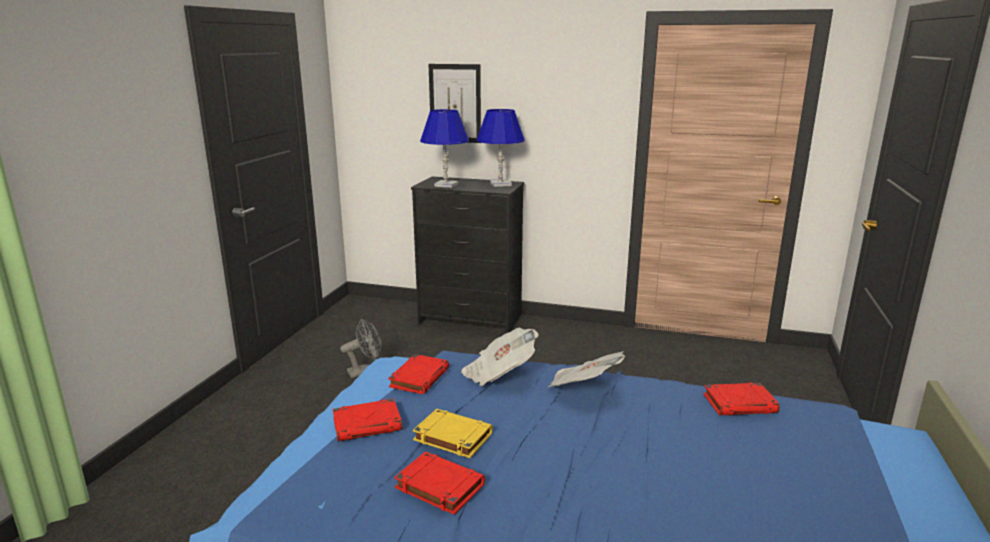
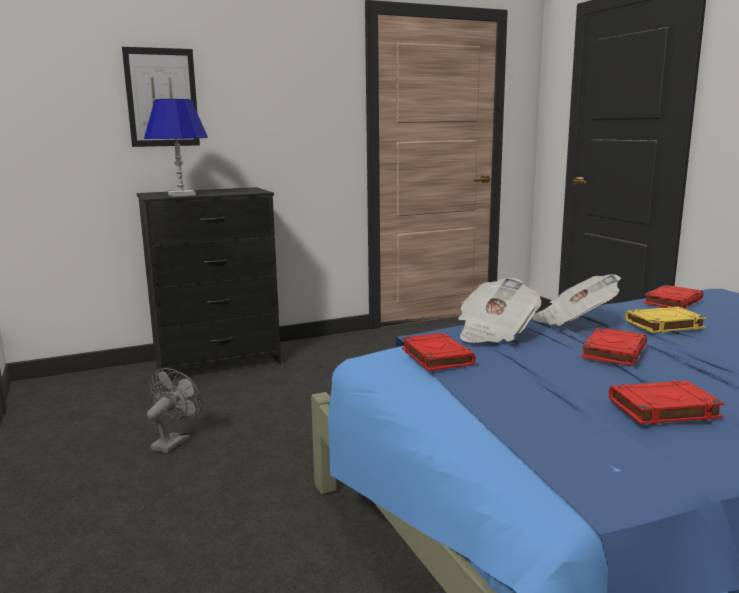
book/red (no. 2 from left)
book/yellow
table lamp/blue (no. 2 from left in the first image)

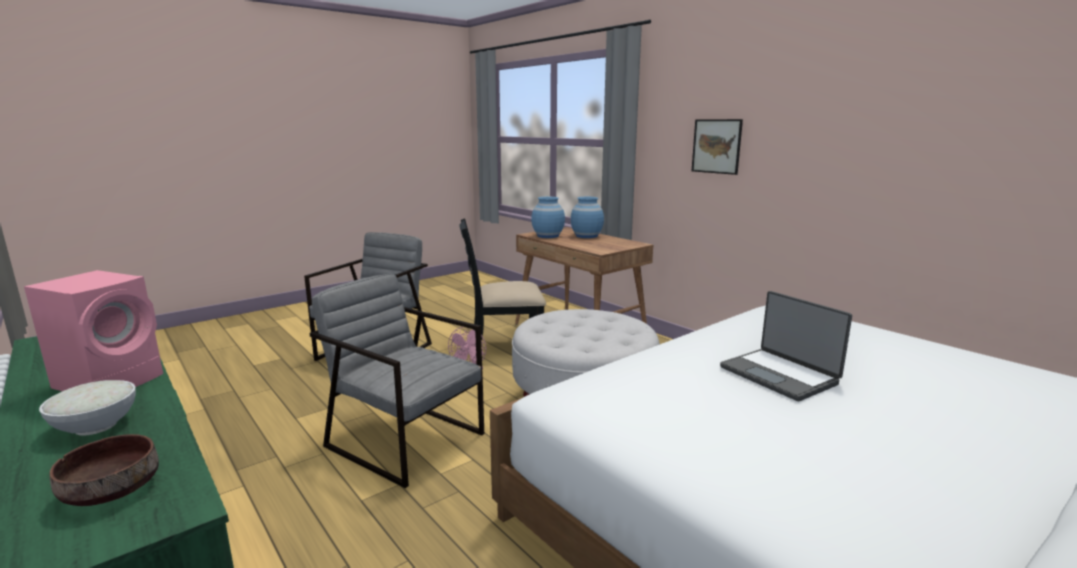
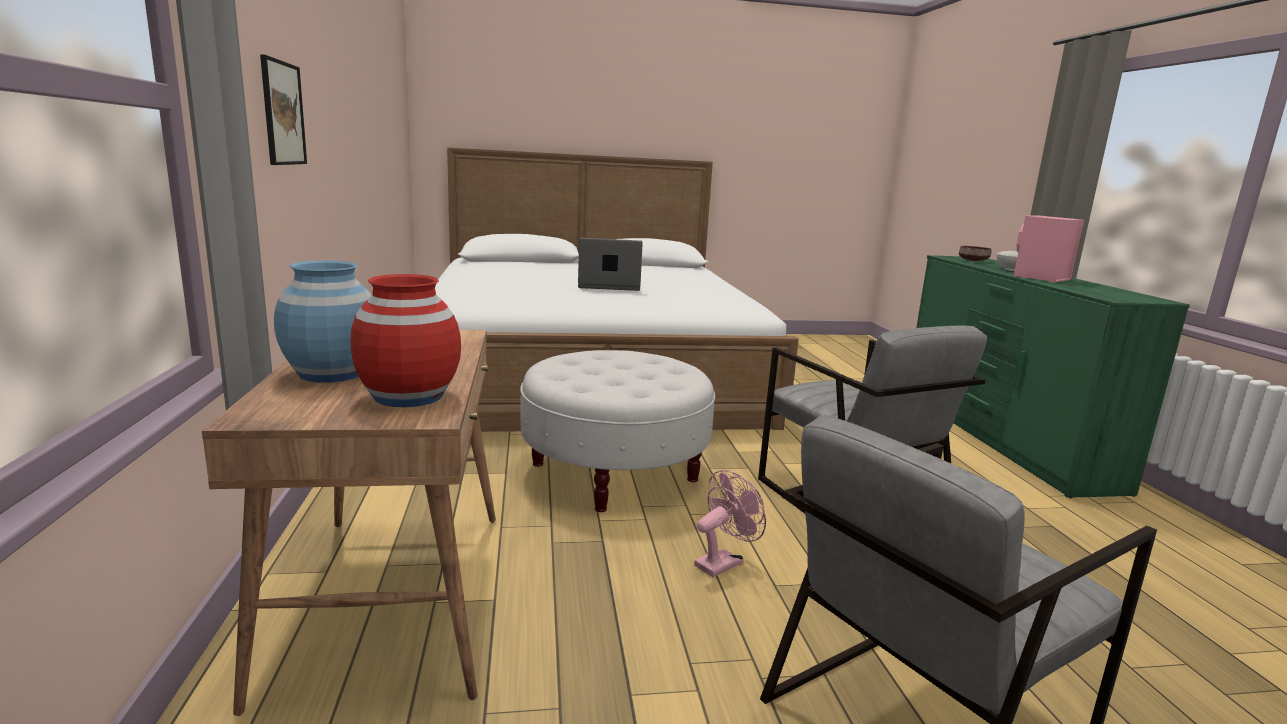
vase/red
laptop
chair/black

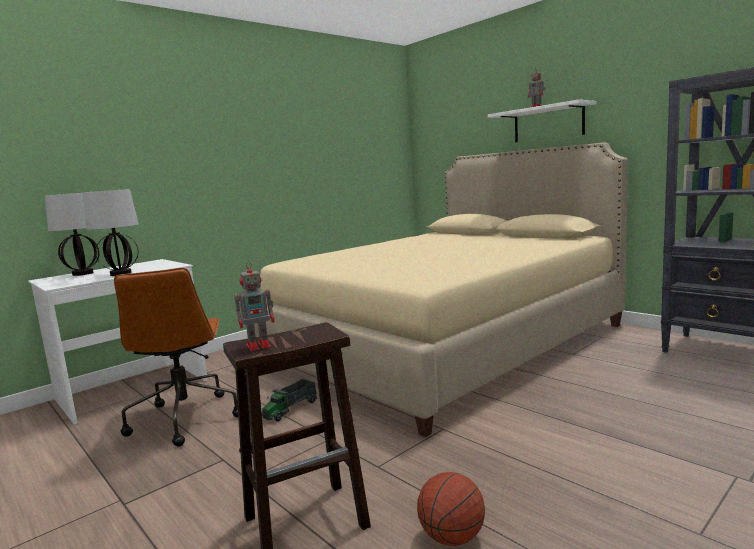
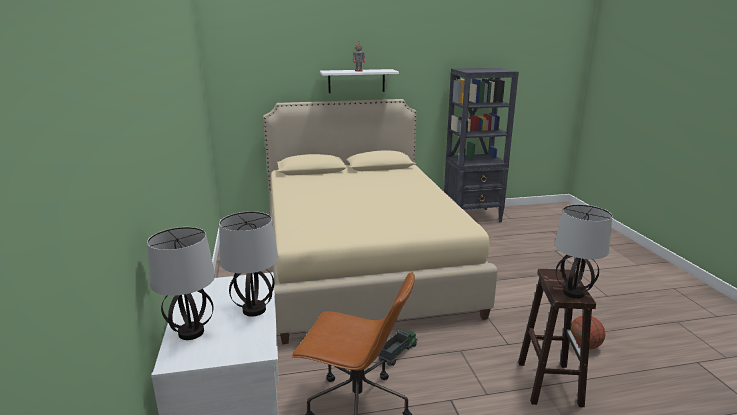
toy truck
table lamp (no. 3 from left)

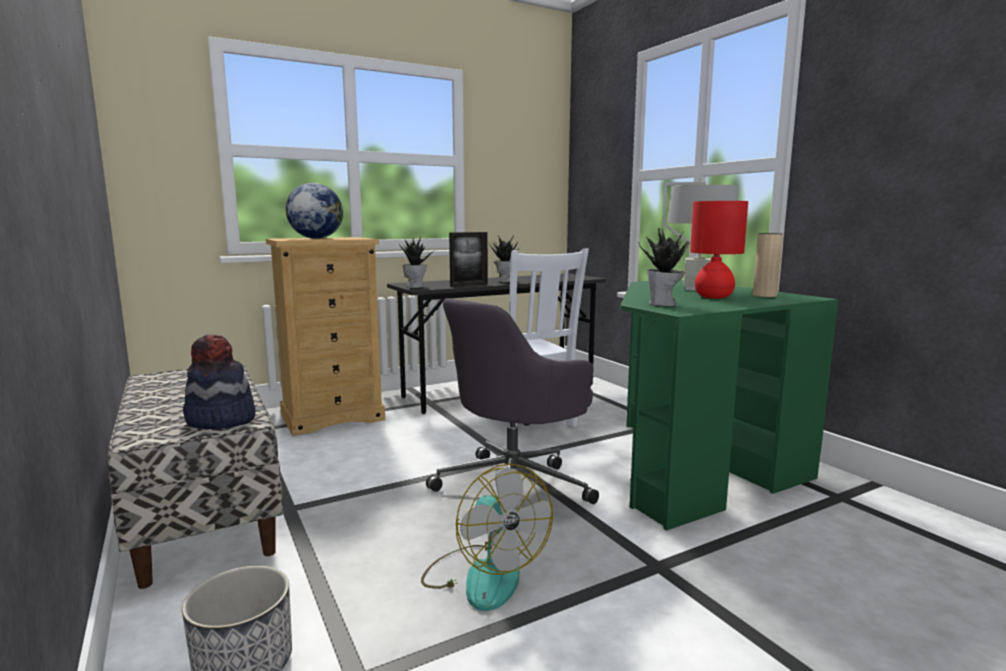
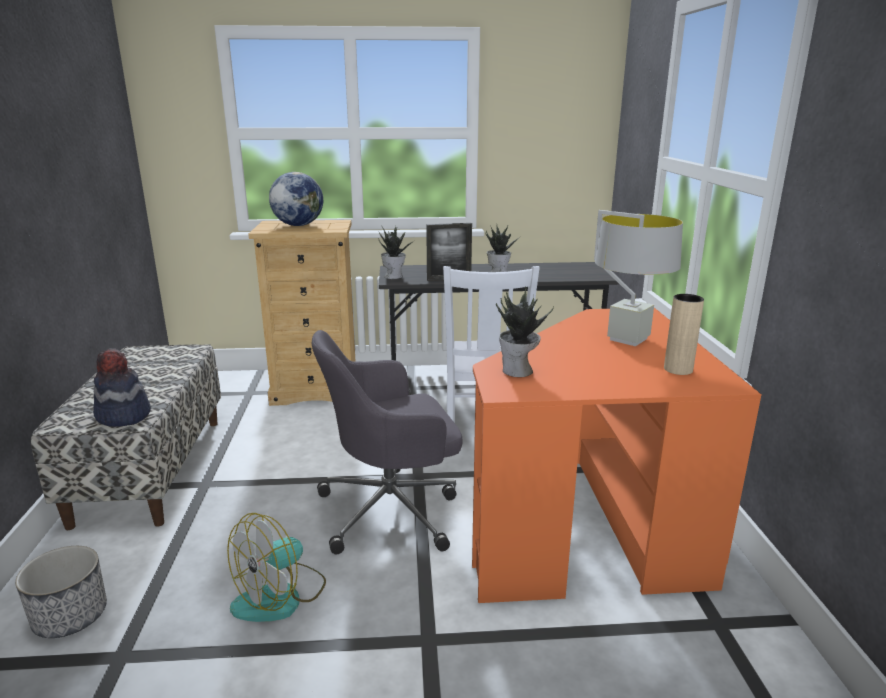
fan
desk/orange
table lamp/red

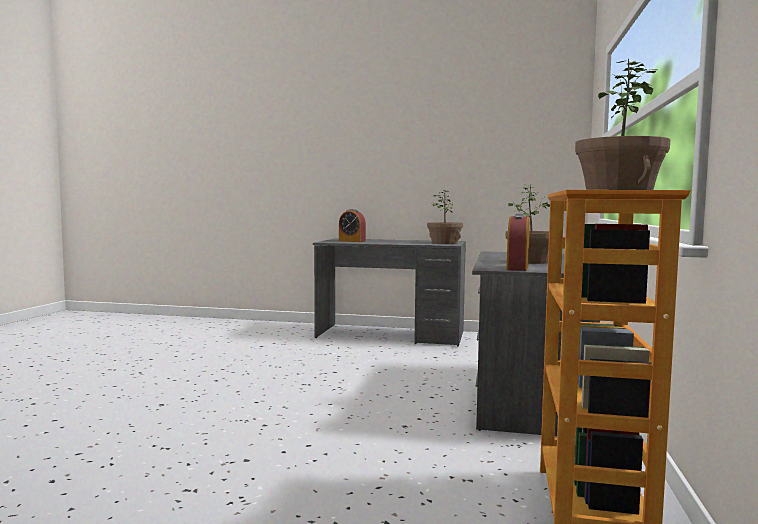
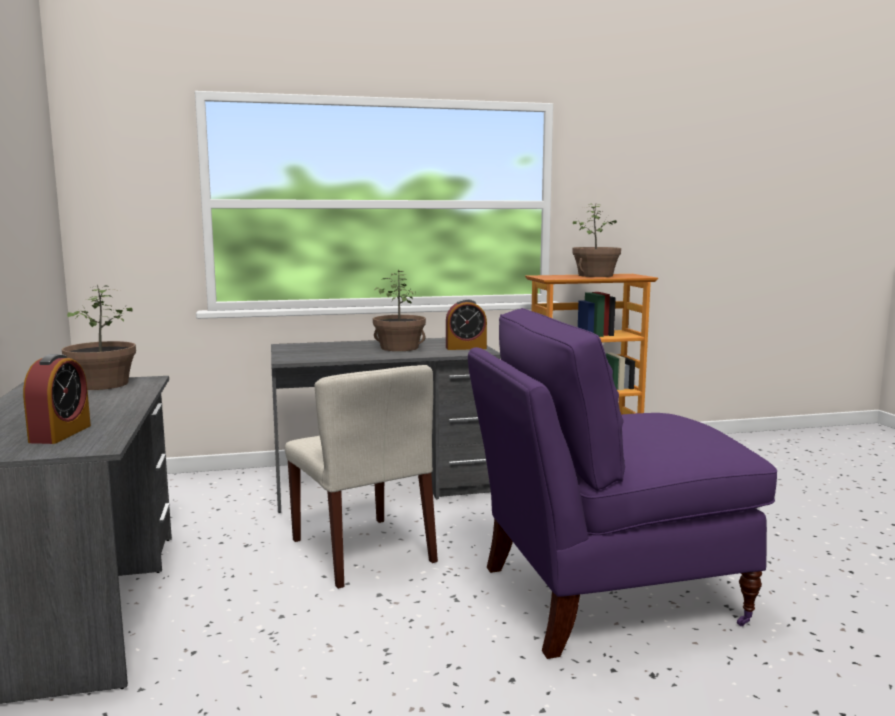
chair/beige
chair/purple

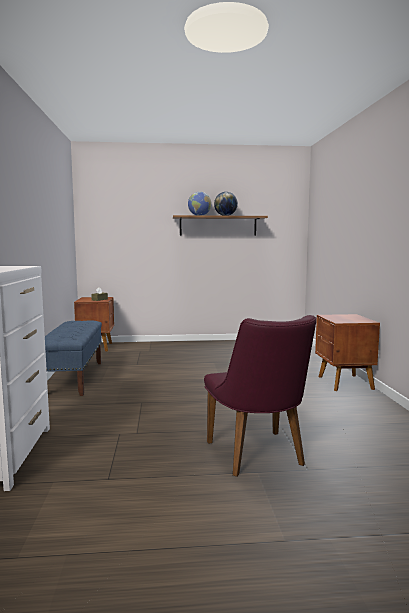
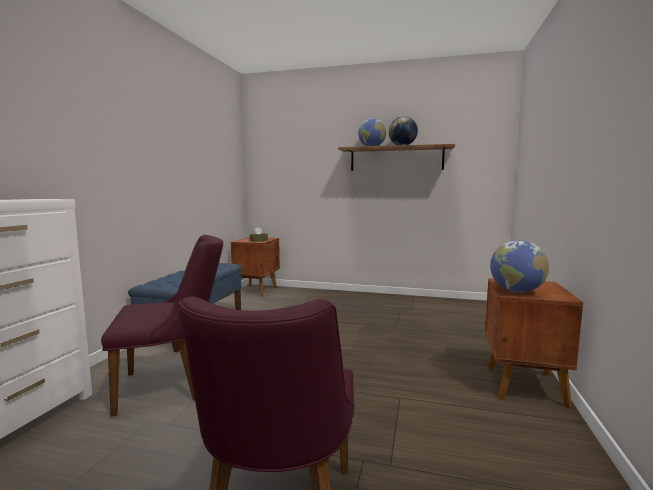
chair/purple (no. 1 from left)
globe (no. 3 from left)

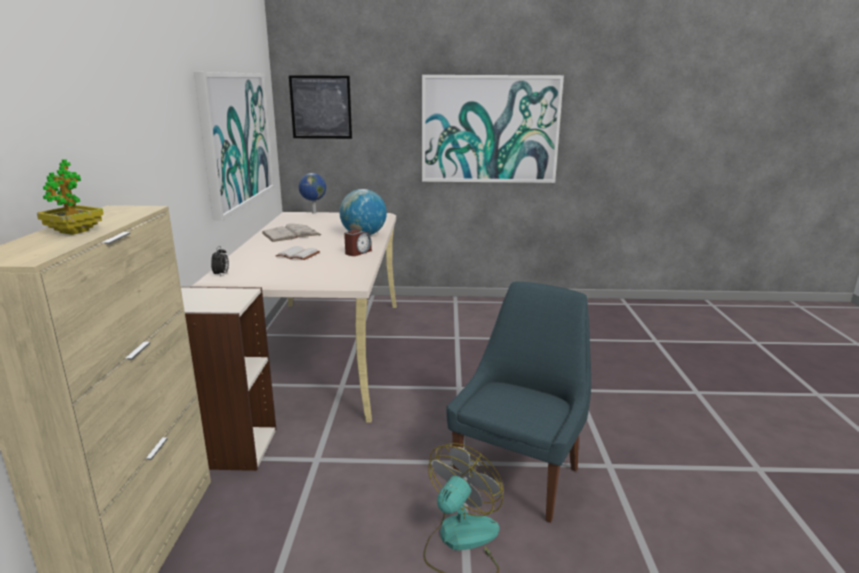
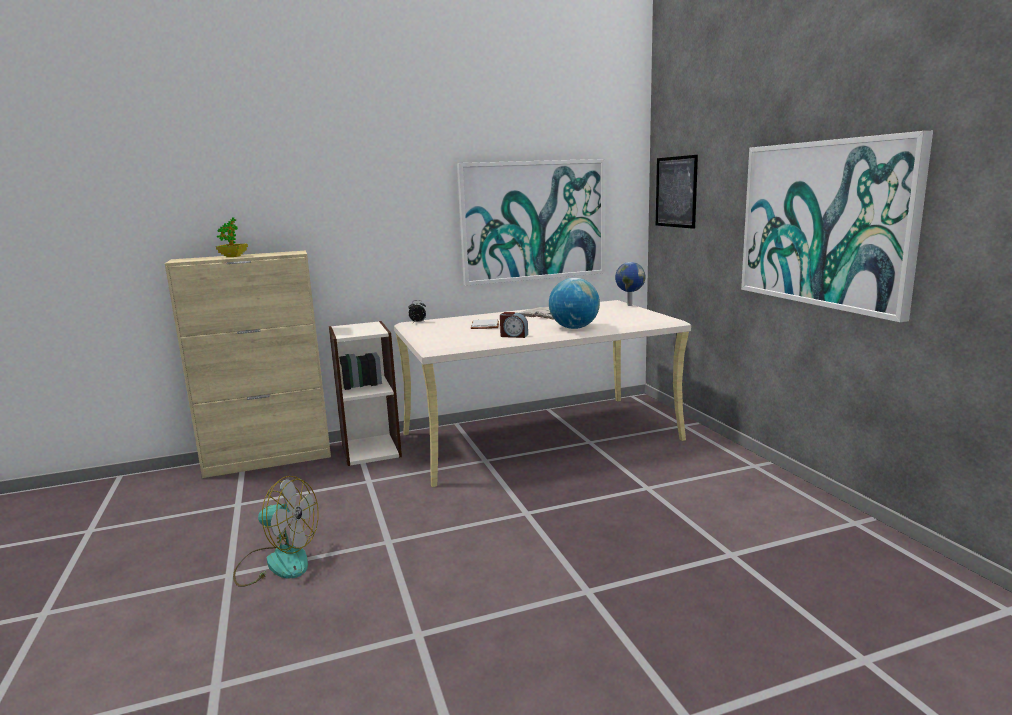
chair/blue

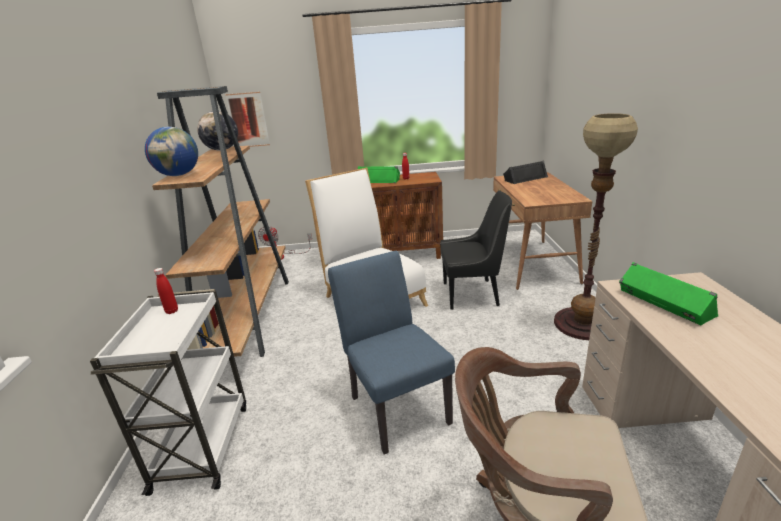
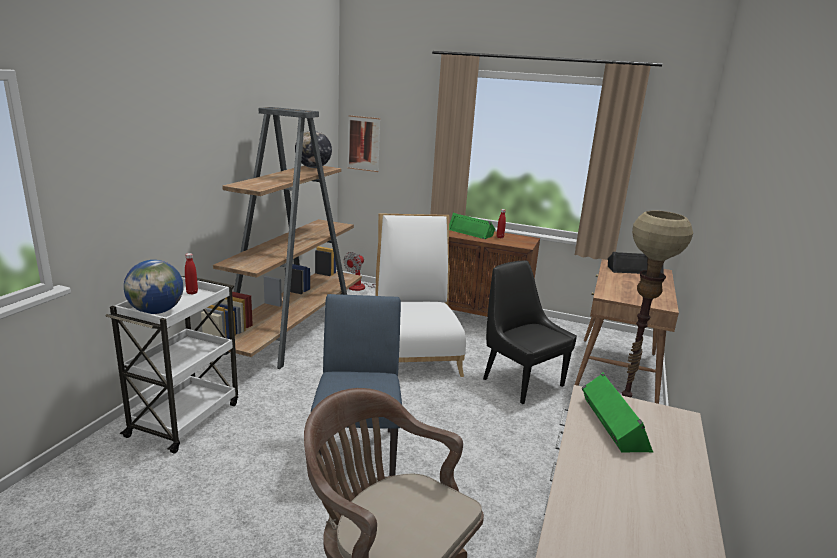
globe (no. 1 from left)
chair/black

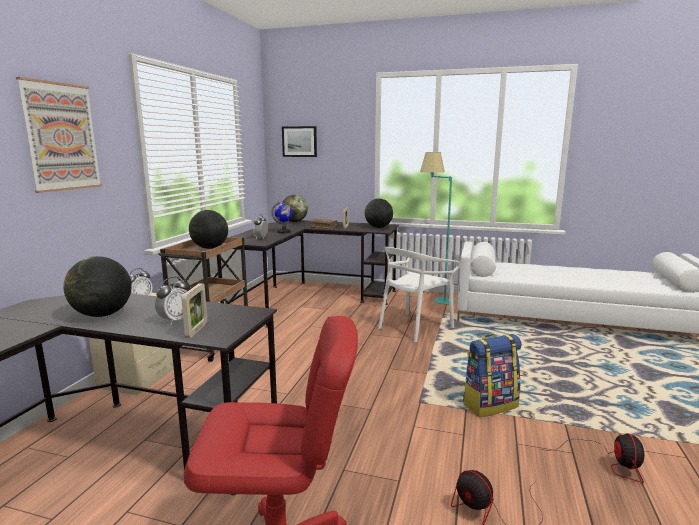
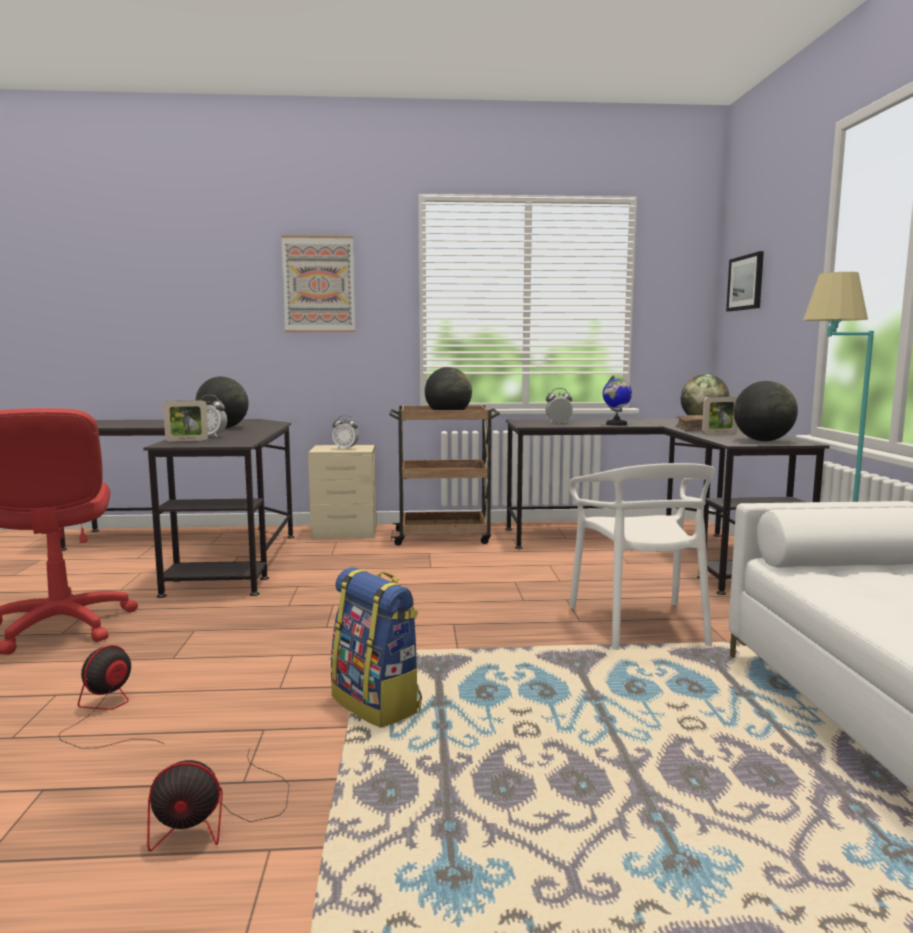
chair/white

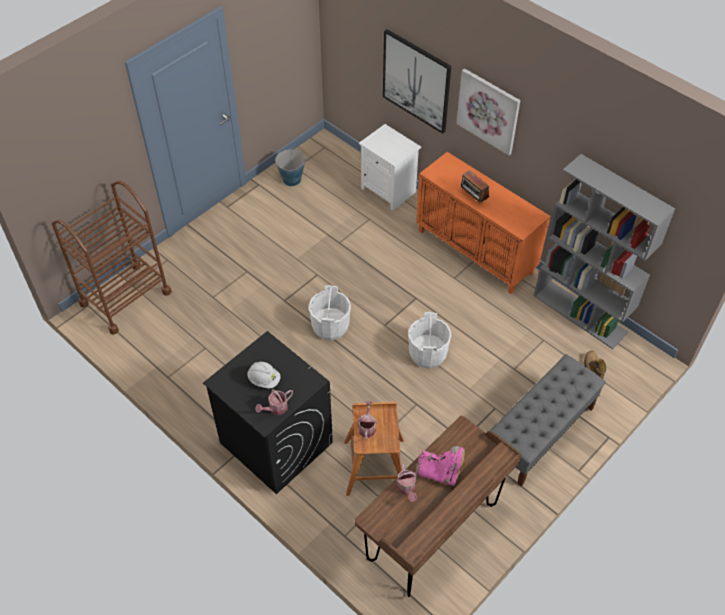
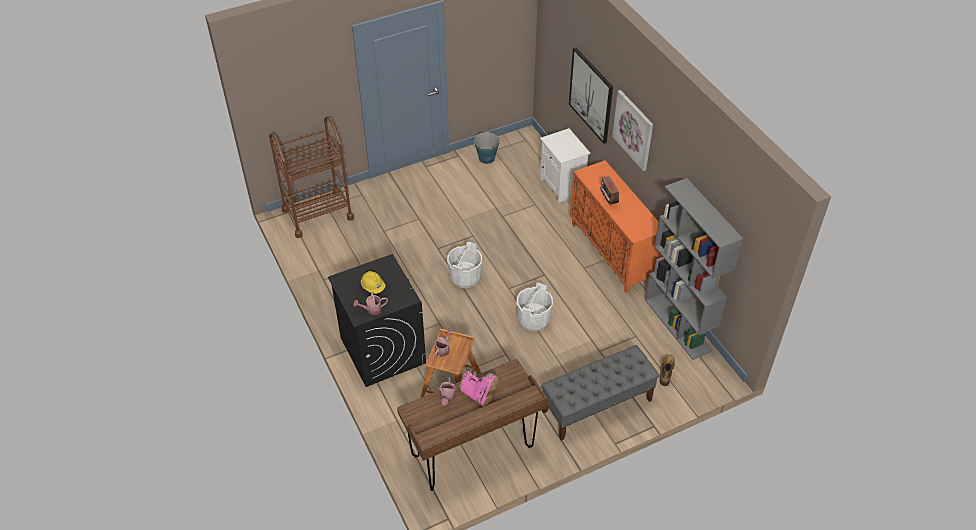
hard hat/yellow

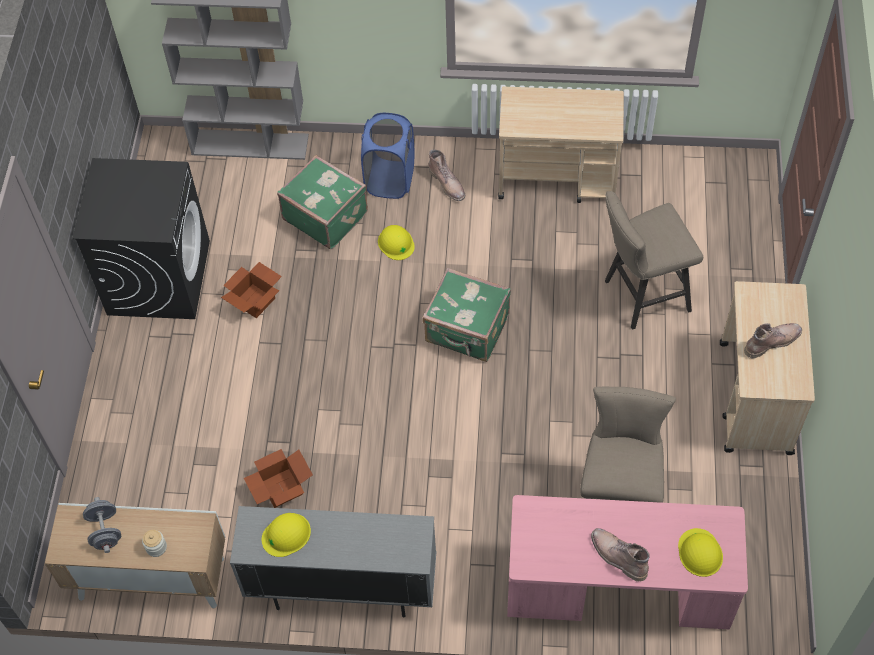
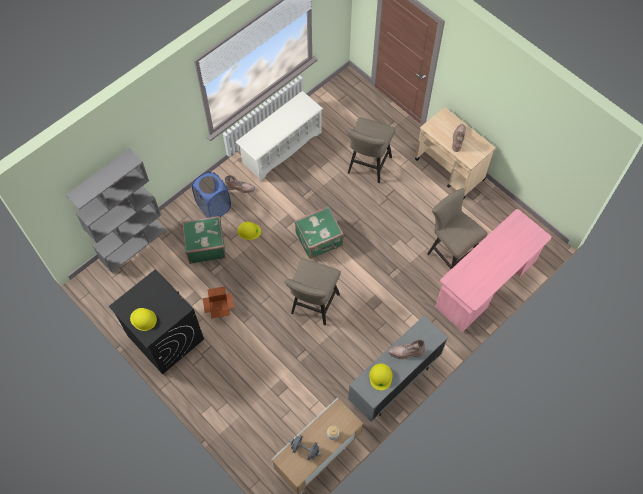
hard hat/yellow (no. 1 from left)
shoe rack/white
stool/beige (no. 1 from left)
boot/brown (no. 2 from left)
cardboard box (no. 2 from left in the first image)

